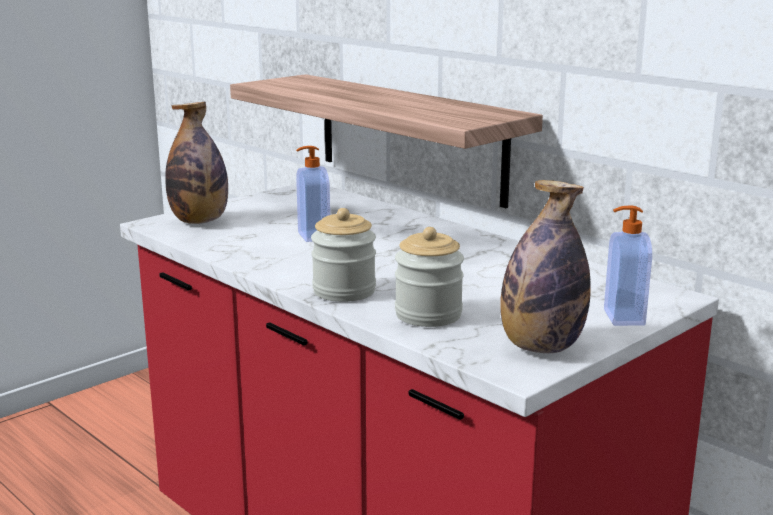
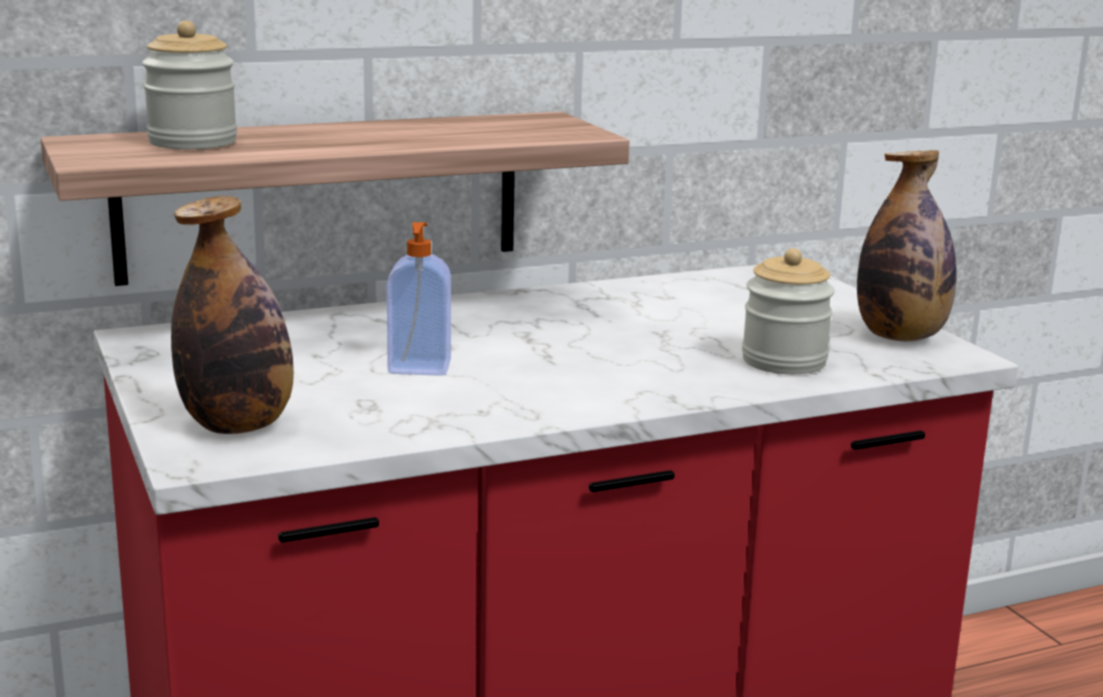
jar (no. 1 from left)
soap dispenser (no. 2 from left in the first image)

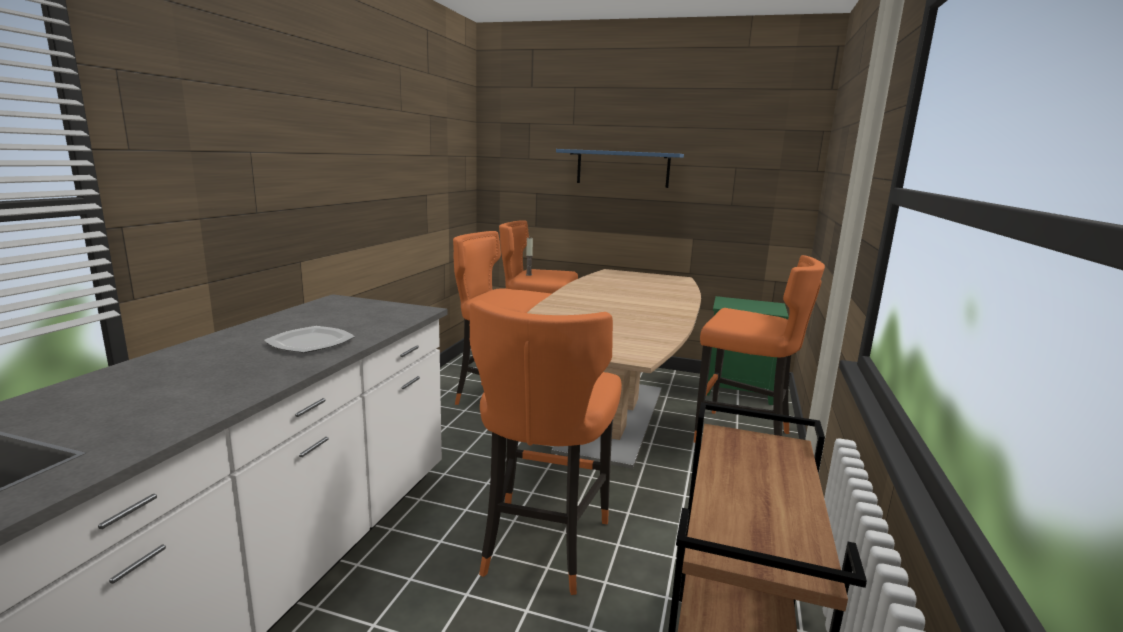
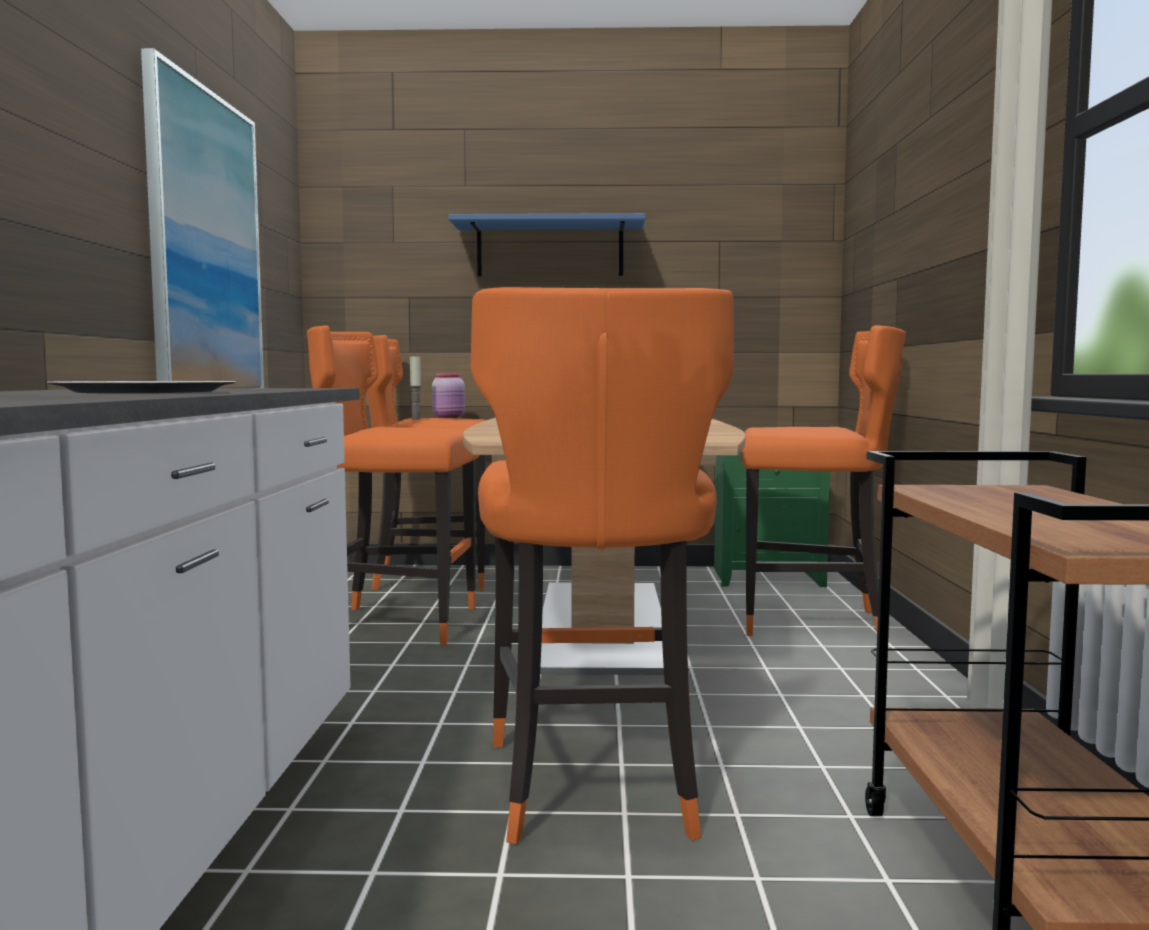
picture
jar/pink

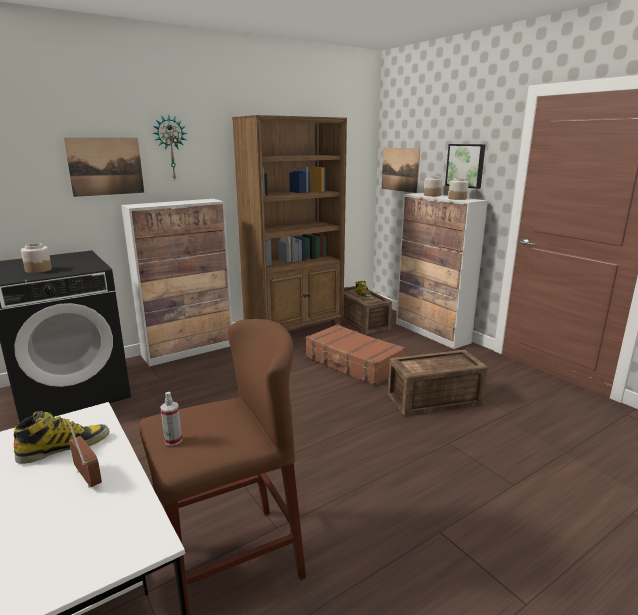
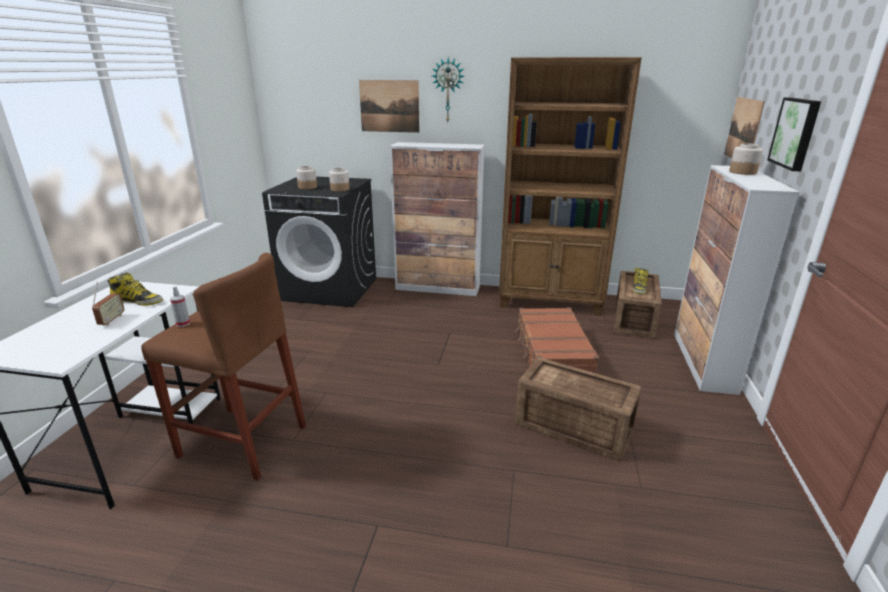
jar (no. 2 from left)

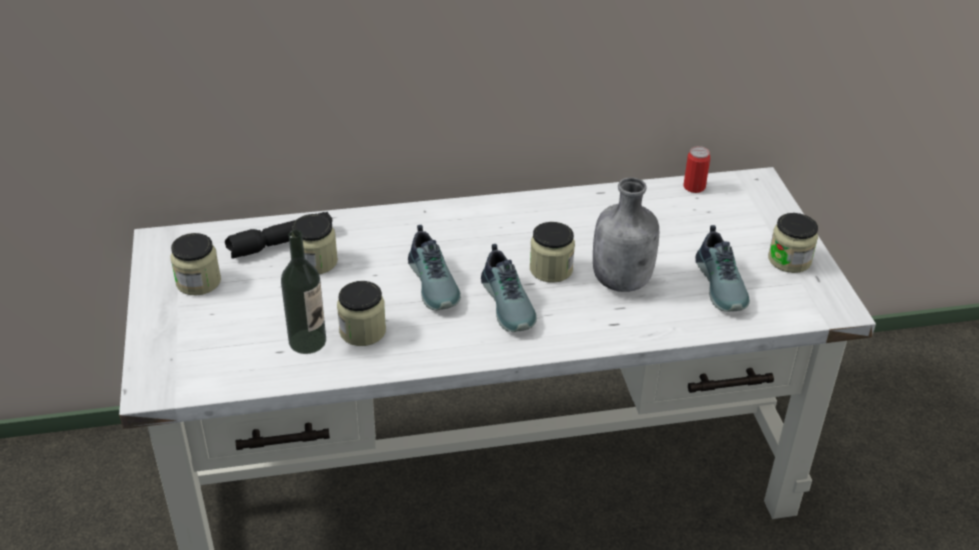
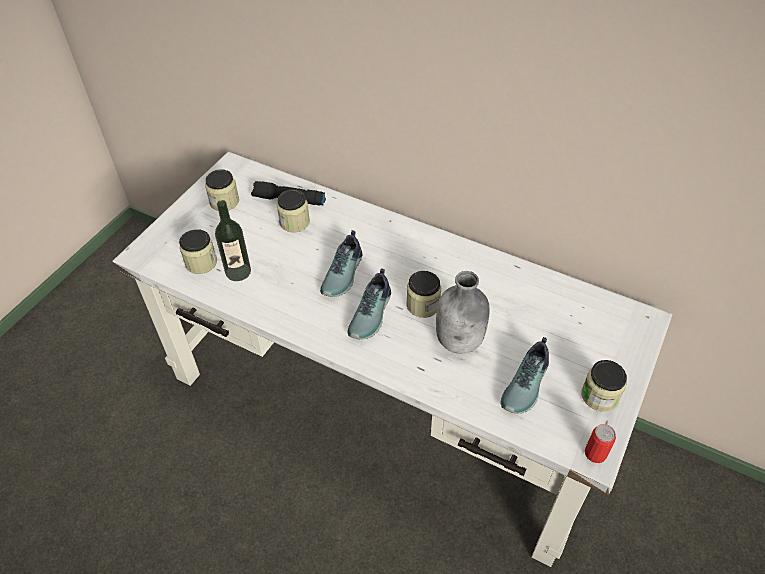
jar (no. 1 from left)
can

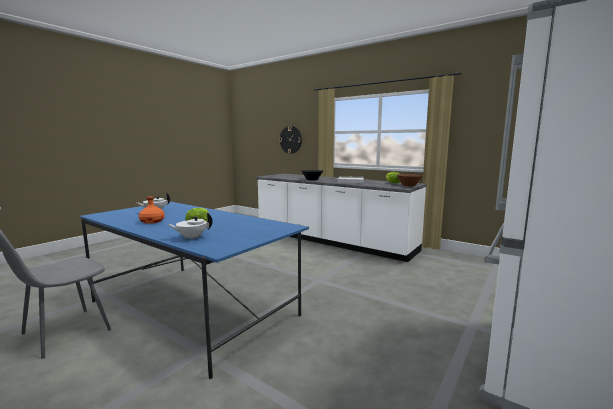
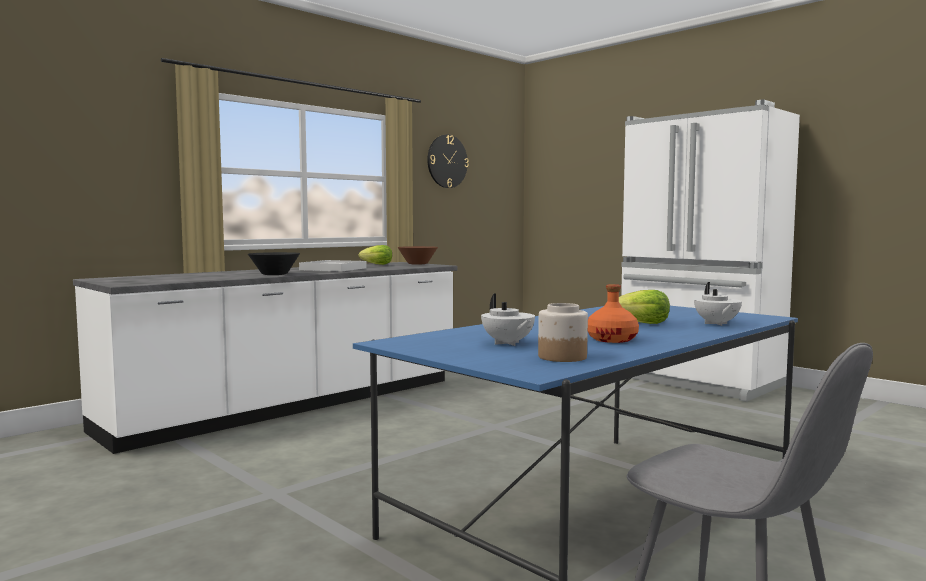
wall clock
jar

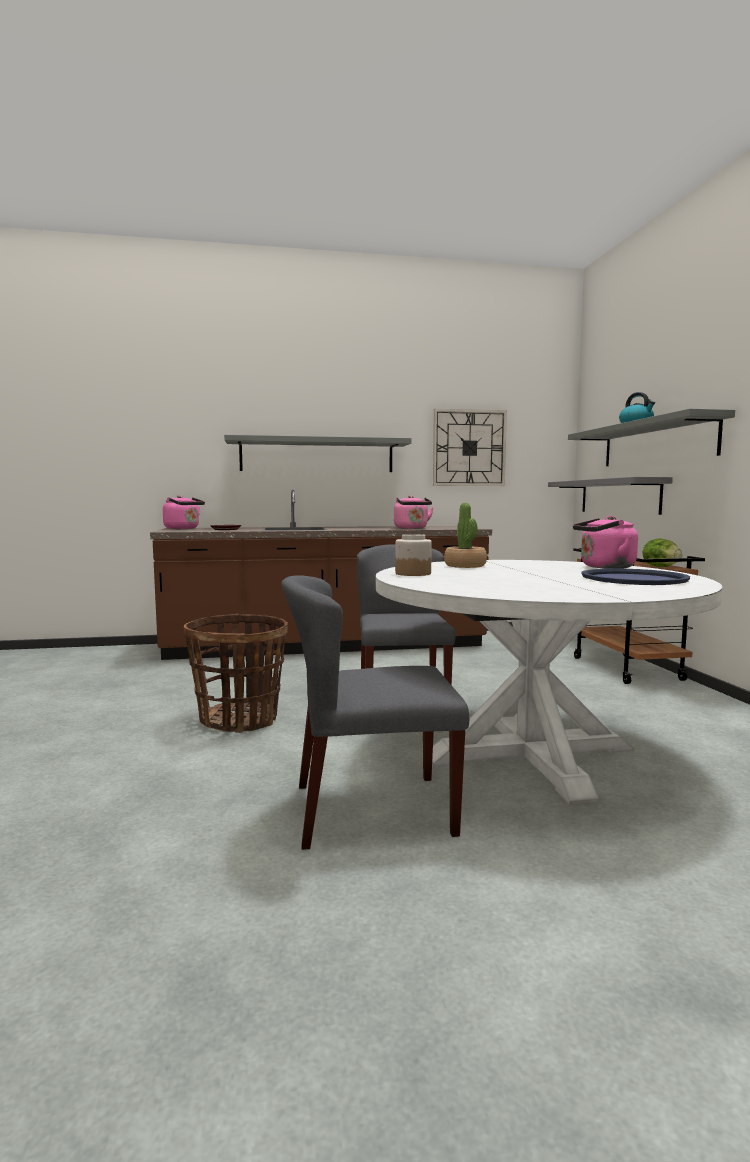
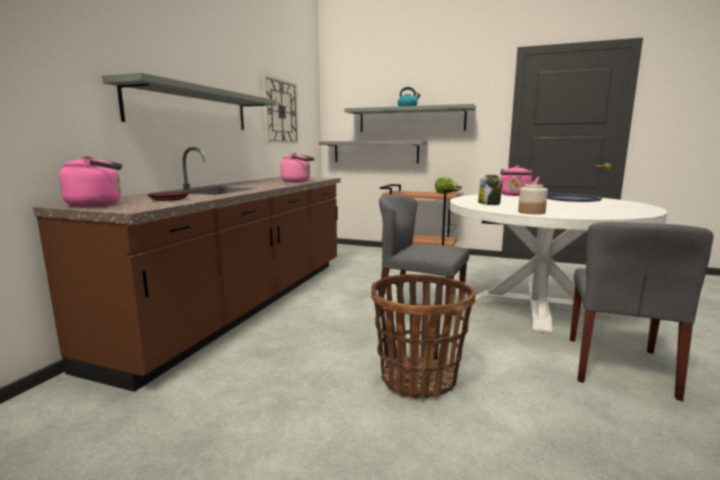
jar (no. 1 from left)

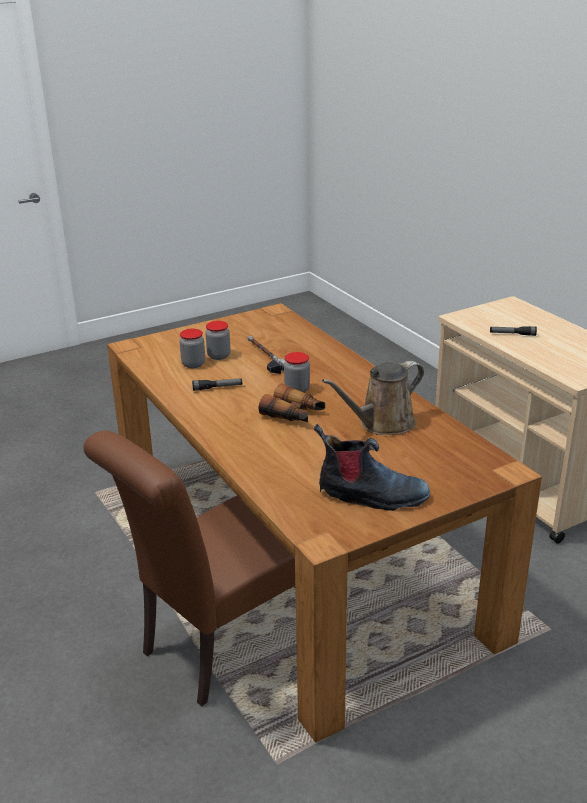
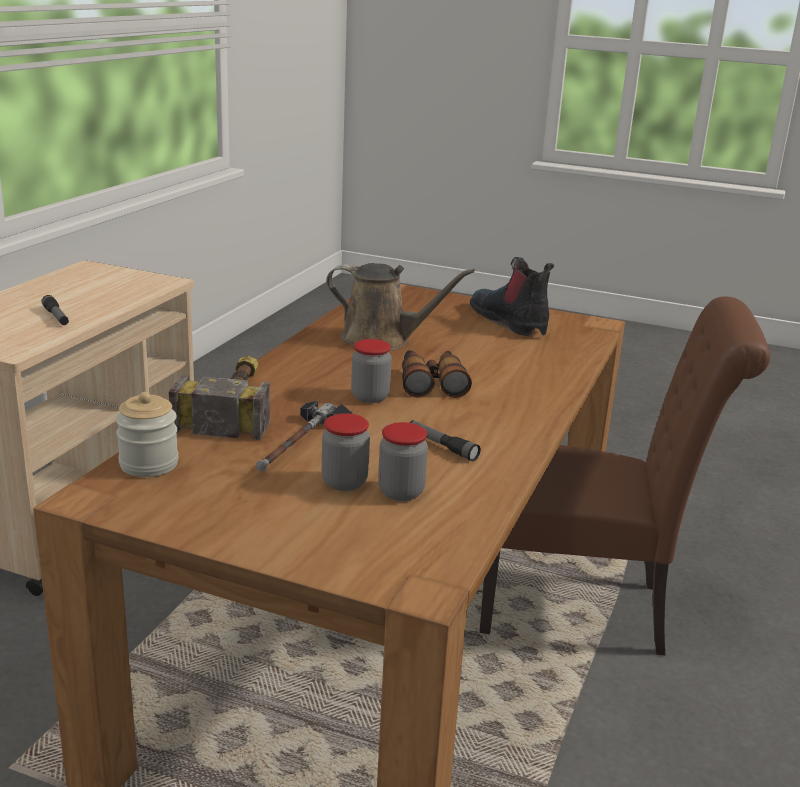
jar (no. 1 from left)
hammer (no. 1 from left)

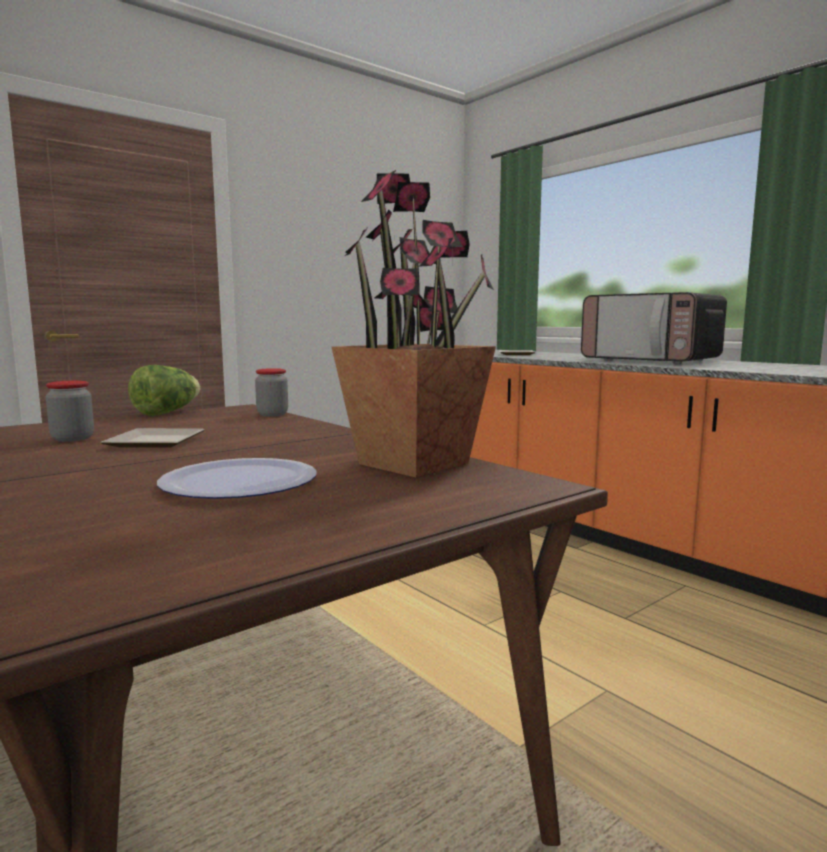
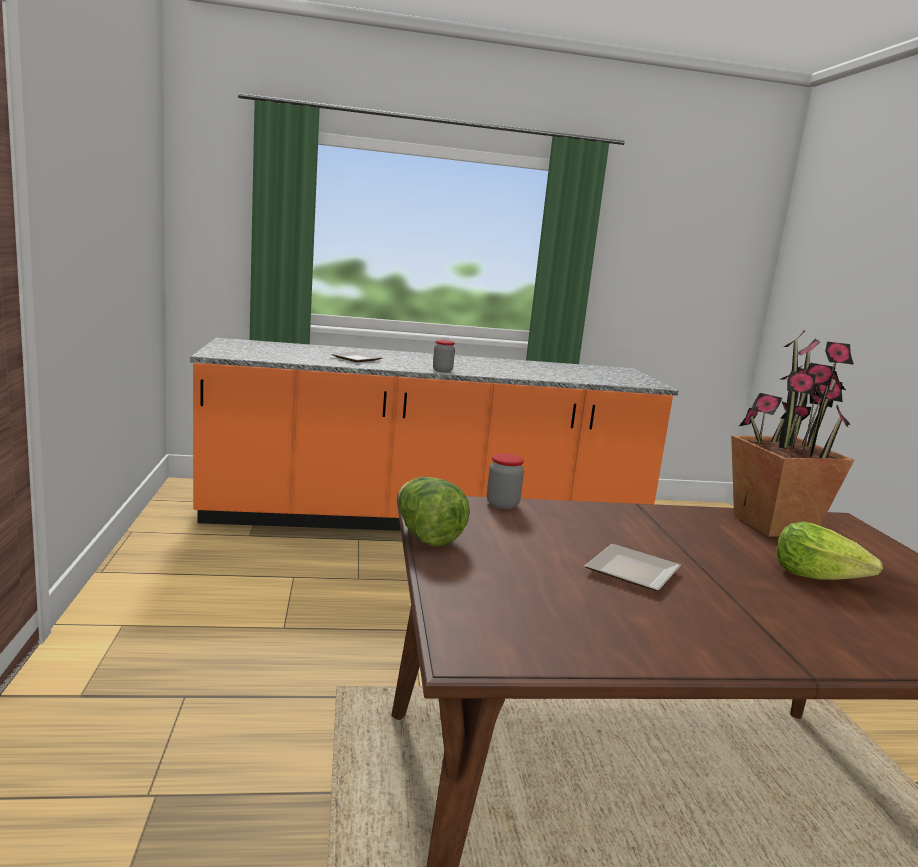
jar (no. 1 from left)
lettuce (no. 2 from left)
microwave

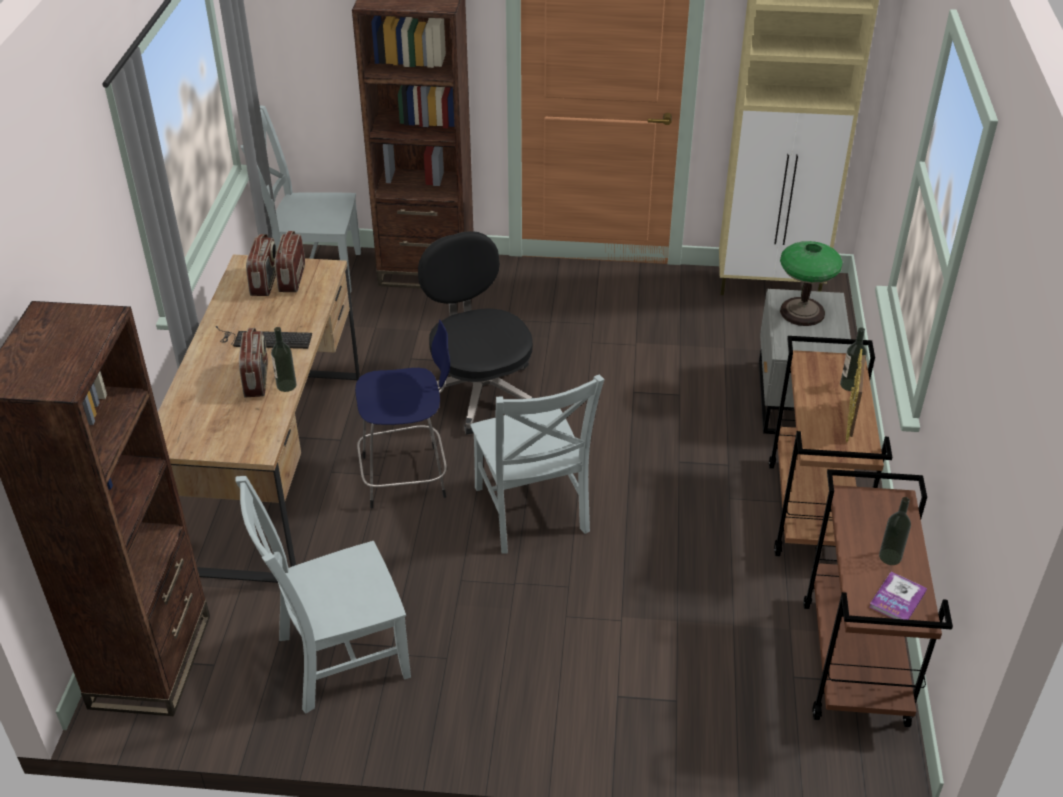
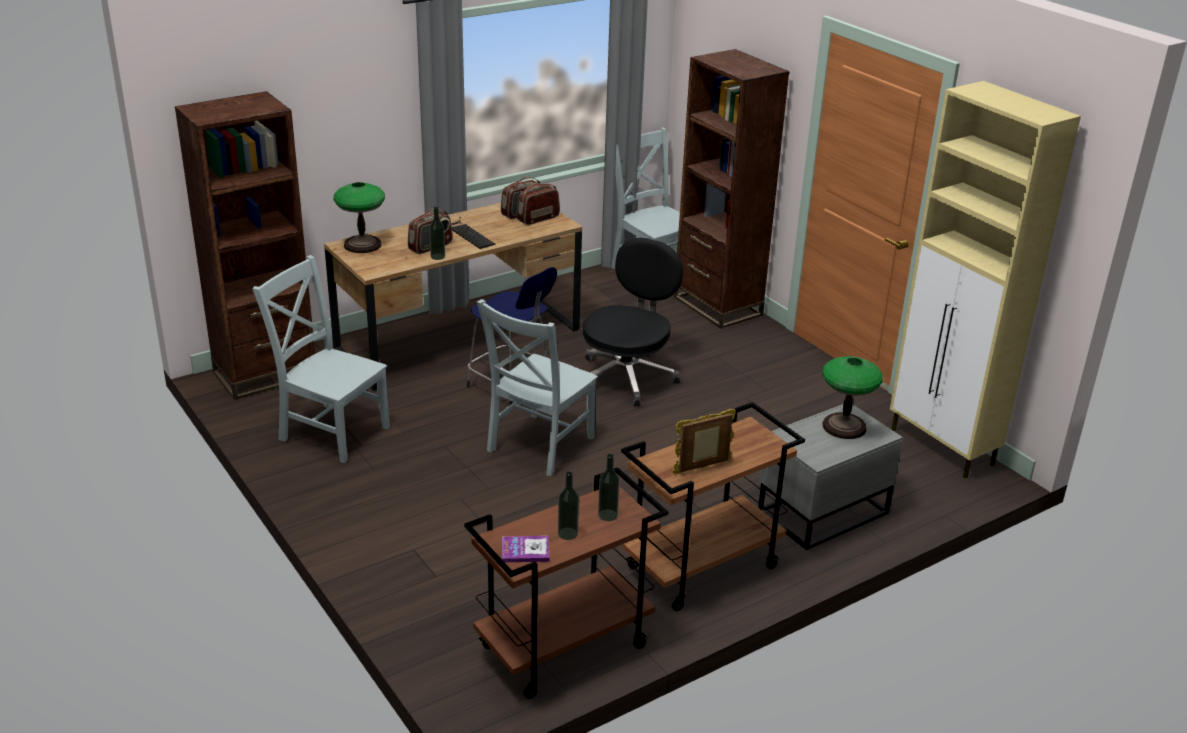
table lamp (no. 1 from left)
bottle (no. 3 from left)

